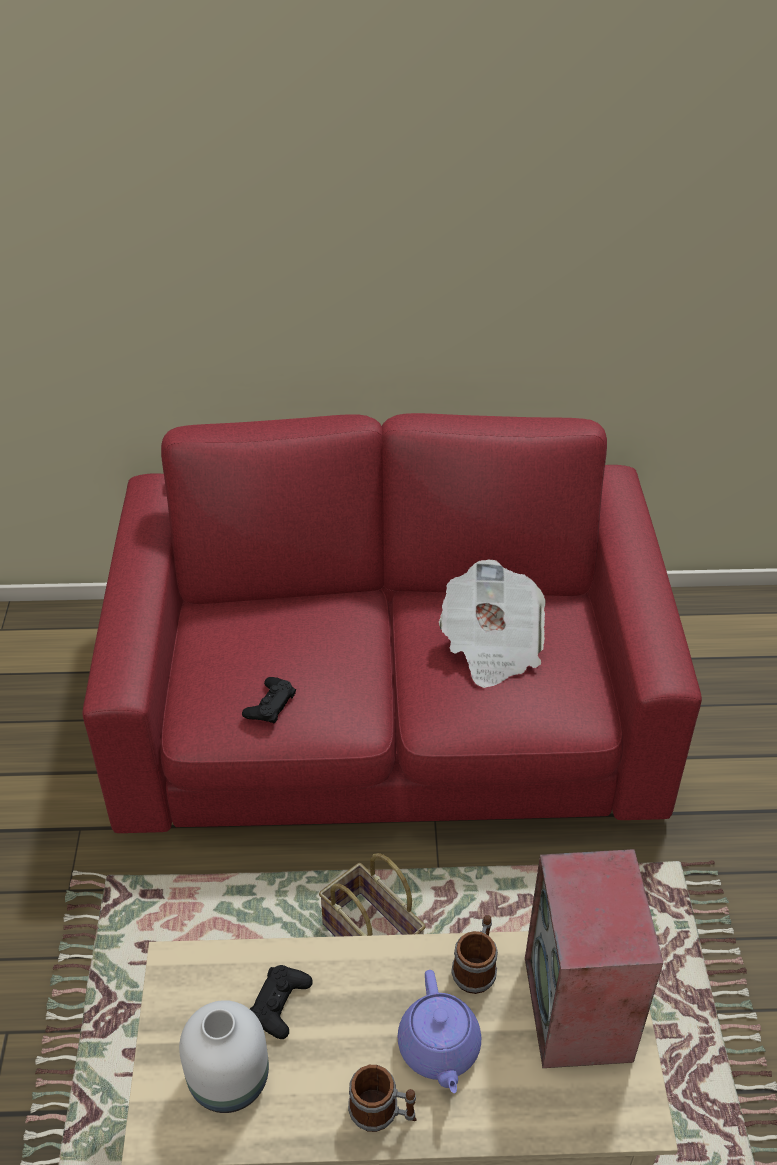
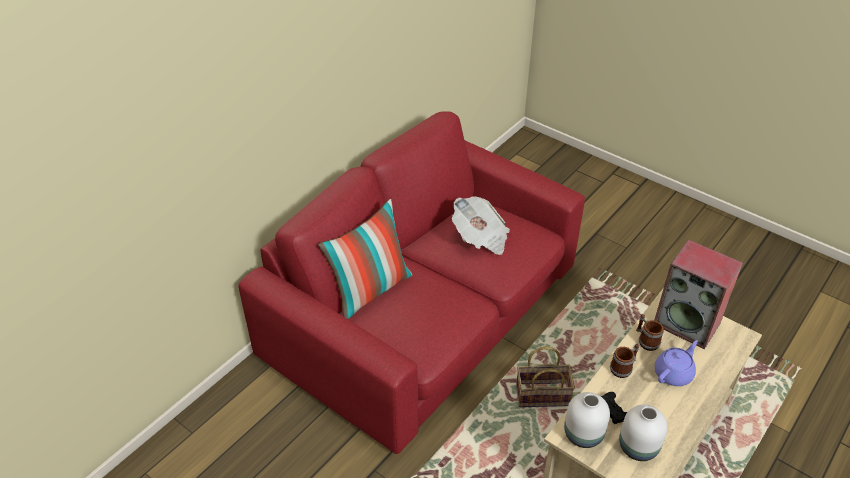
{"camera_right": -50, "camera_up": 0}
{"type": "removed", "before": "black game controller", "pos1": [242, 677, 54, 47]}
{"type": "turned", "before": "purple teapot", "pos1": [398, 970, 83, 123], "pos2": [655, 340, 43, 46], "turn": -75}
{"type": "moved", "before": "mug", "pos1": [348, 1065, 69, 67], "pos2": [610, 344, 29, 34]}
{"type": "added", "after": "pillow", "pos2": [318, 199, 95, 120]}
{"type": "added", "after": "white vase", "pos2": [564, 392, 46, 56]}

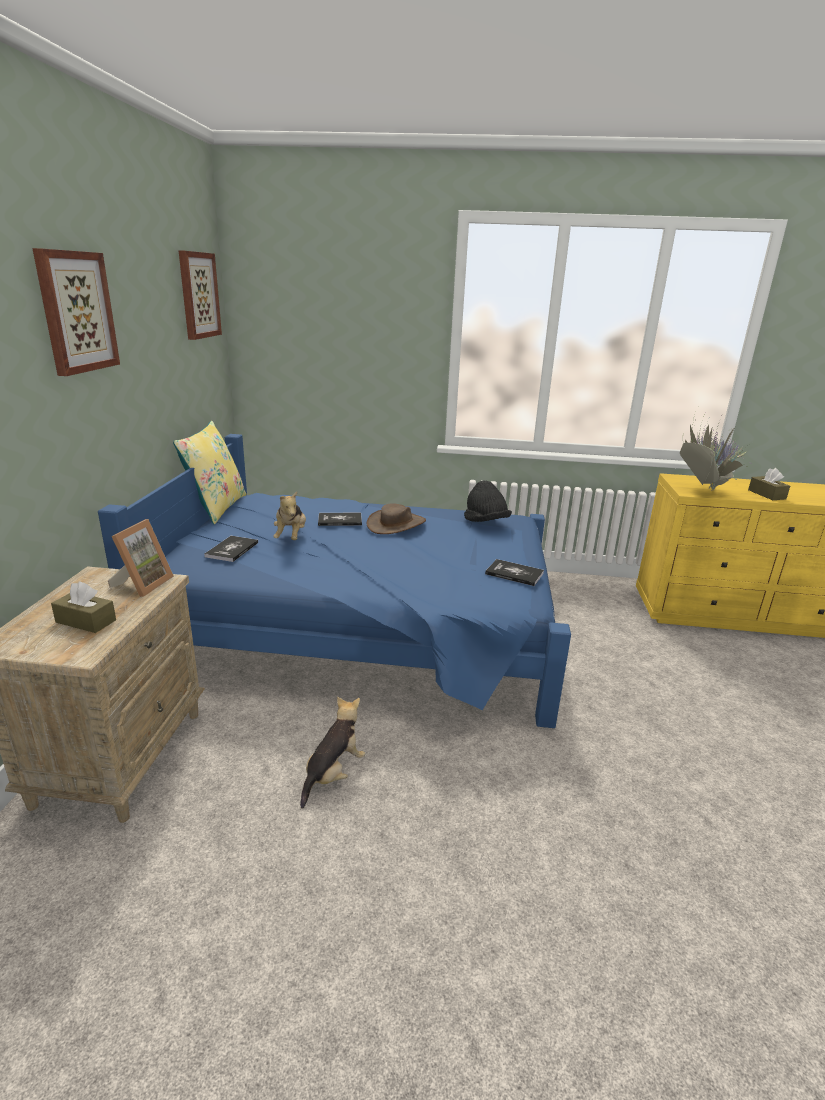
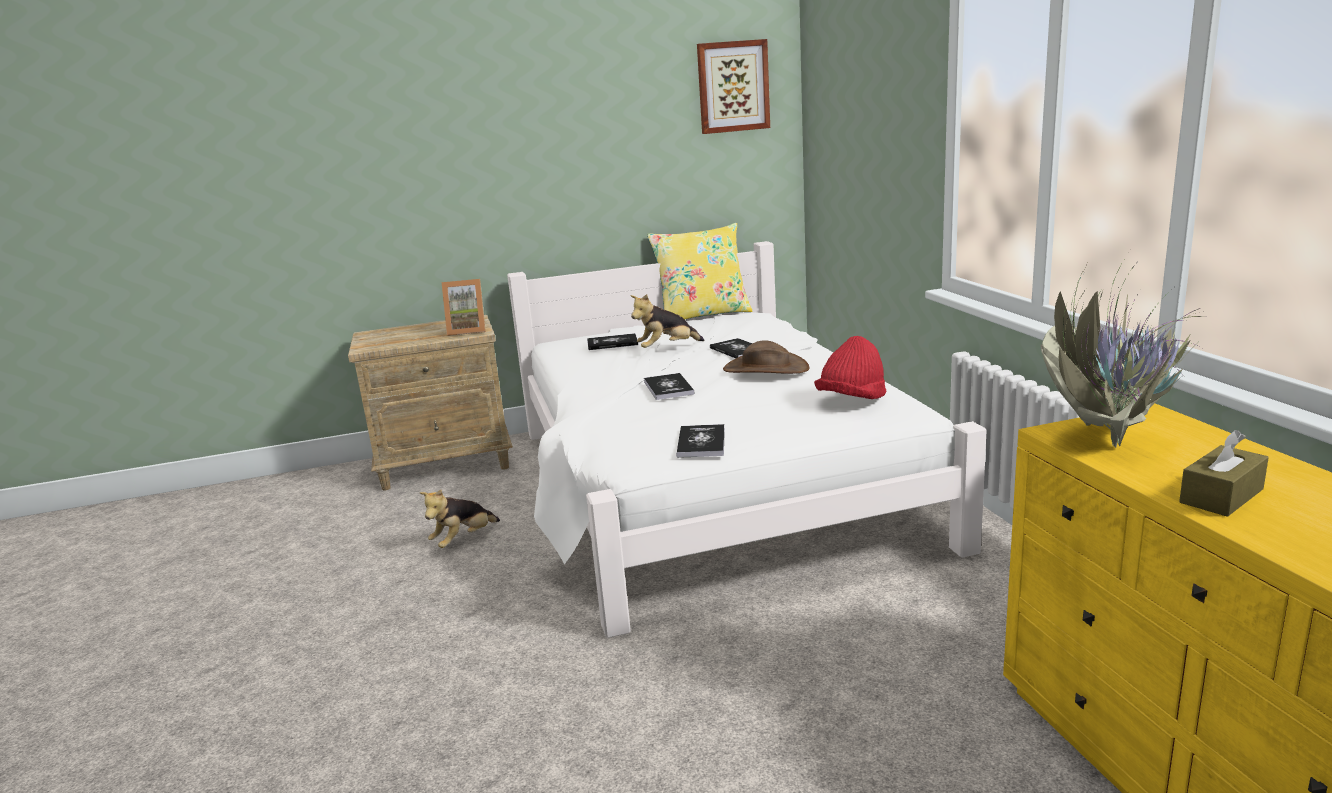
{"camera_right": 70, "camera_up": -5}
{"type": "removed", "before": "picture", "pos1": [32, 248, 88, 128]}
{"type": "recoloured", "before": "blue bed", "after": "white bed", "pos1": [98, 434, 473, 294], "pos2": [507, 241, 480, 397]}
{"type": "recoloured", "before": "black hat", "after": "red hat", "pos1": [464, 481, 48, 41], "pos2": [814, 336, 72, 63]}
{"type": "removed", "before": "brown tissue box", "pos1": [51, 581, 65, 52]}
{"type": "turned", "before": "plush toy", "pos1": [300, 697, 65, 112], "pos2": [420, 489, 80, 59], "turn": 120}
{"type": "added", "after": "book", "pos2": [644, 373, 51, 27]}

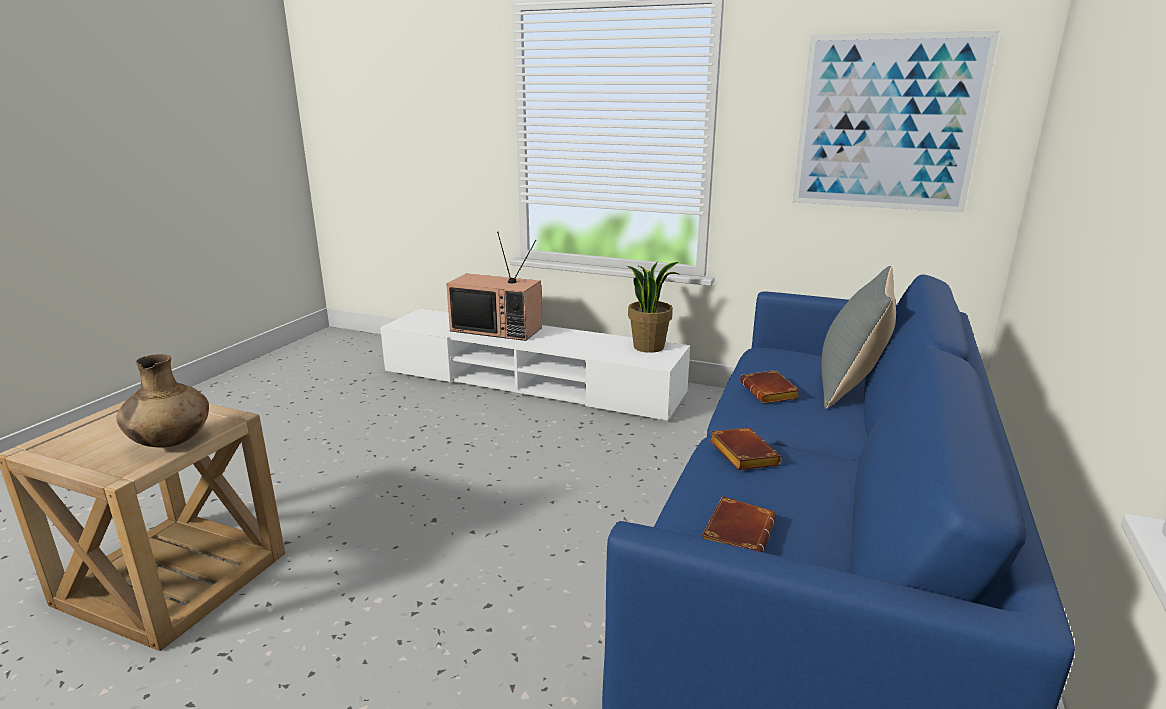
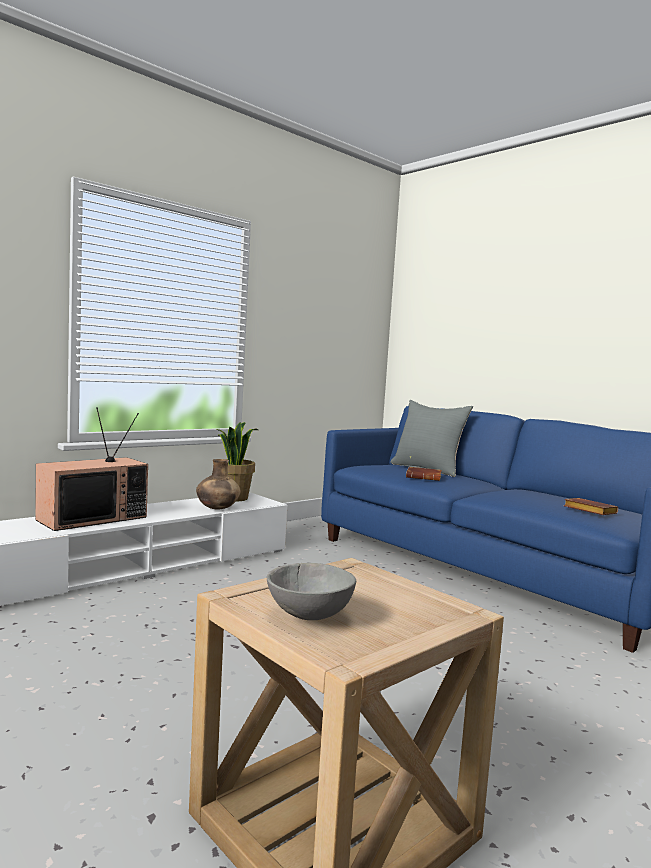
{"camera_right": -65, "camera_up": -15}
{"type": "removed", "before": "picture", "pos1": [793, 30, 206, 183]}
{"type": "moved", "before": "brown vase", "pos1": [116, 354, 93, 93], "pos2": [196, 459, 45, 51]}
{"type": "removed", "before": "brown book", "pos1": [709, 428, 73, 42]}
{"type": "added", "after": "grey bowl", "pos2": [267, 563, 89, 57]}

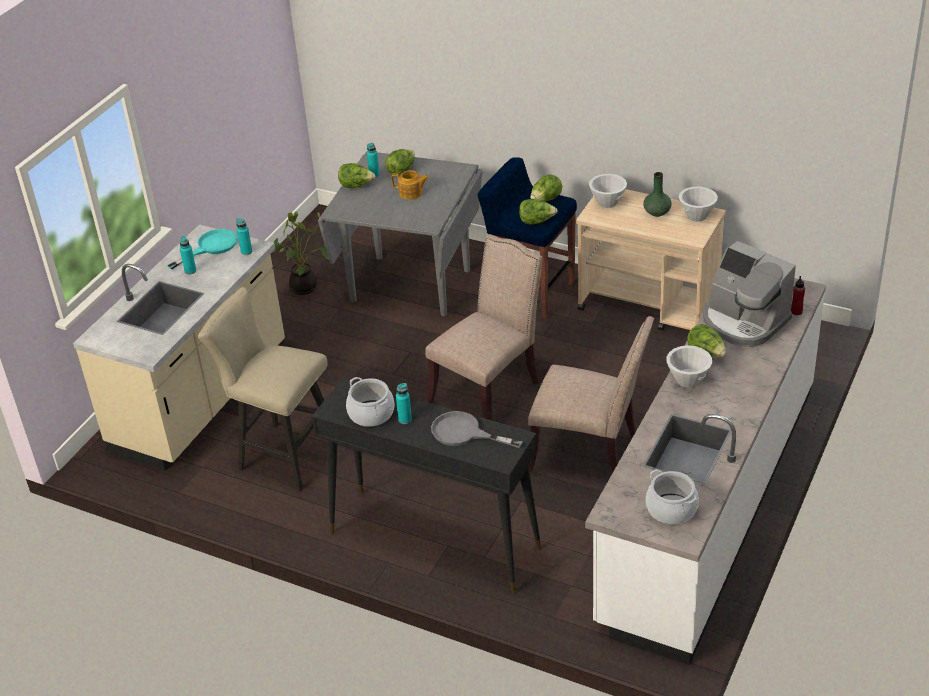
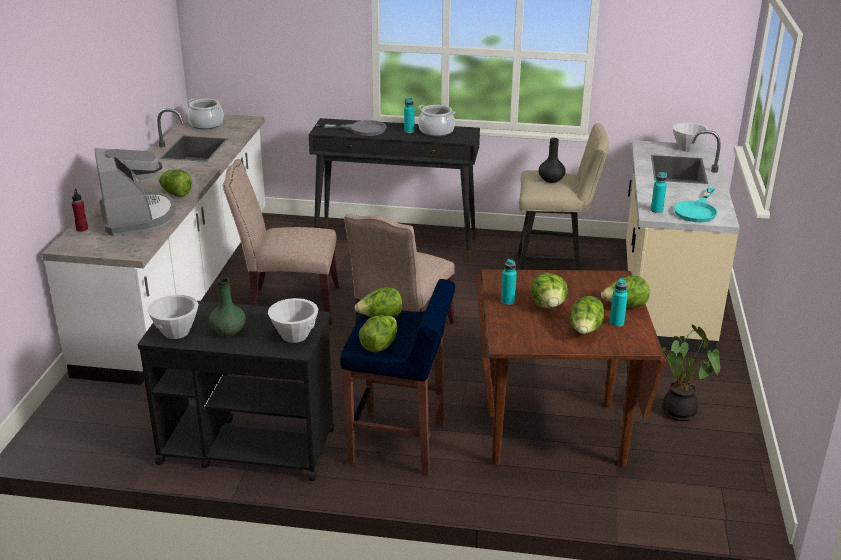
{"camera_right": 160, "camera_up": -10}
{"type": "recoloured", "before": "grey dining table", "after": "brown dining table", "pos1": [318, 151, 165, 165], "pos2": [476, 269, 190, 198]}
{"type": "replaced", "before": "teapot", "after": "lettuce", "pos1": [392, 170, 37, 30], "pos2": [531, 272, 37, 37]}
{"type": "recoloured", "before": "beige cart", "after": "black cart", "pos1": [576, 189, 150, 141], "pos2": [138, 301, 196, 180]}
{"type": "moved", "before": "turquoise bottle", "pos1": [180, 236, 16, 38], "pos2": [501, 259, 16, 46]}
{"type": "turned", "before": "coffee machine", "pos1": [703, 241, 93, 106], "pos2": [94, 148, 81, 88], "turn": 45}
{"type": "moved", "before": "white bowl", "pos1": [666, 345, 46, 43], "pos2": [672, 122, 37, 30]}
{"type": "added", "after": "black vase", "pos2": [539, 138, 27, 45]}

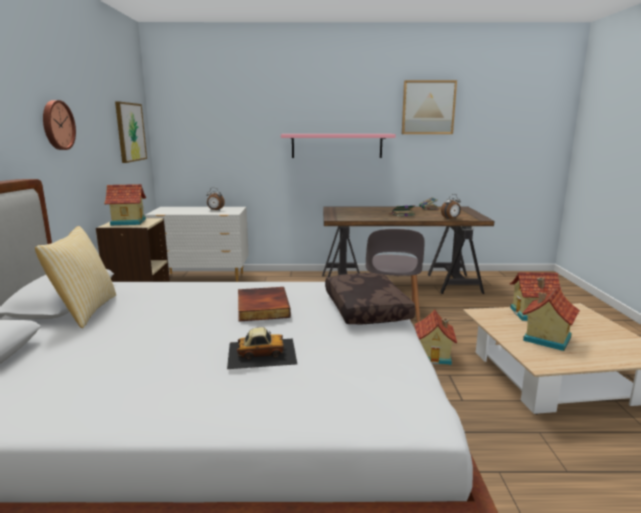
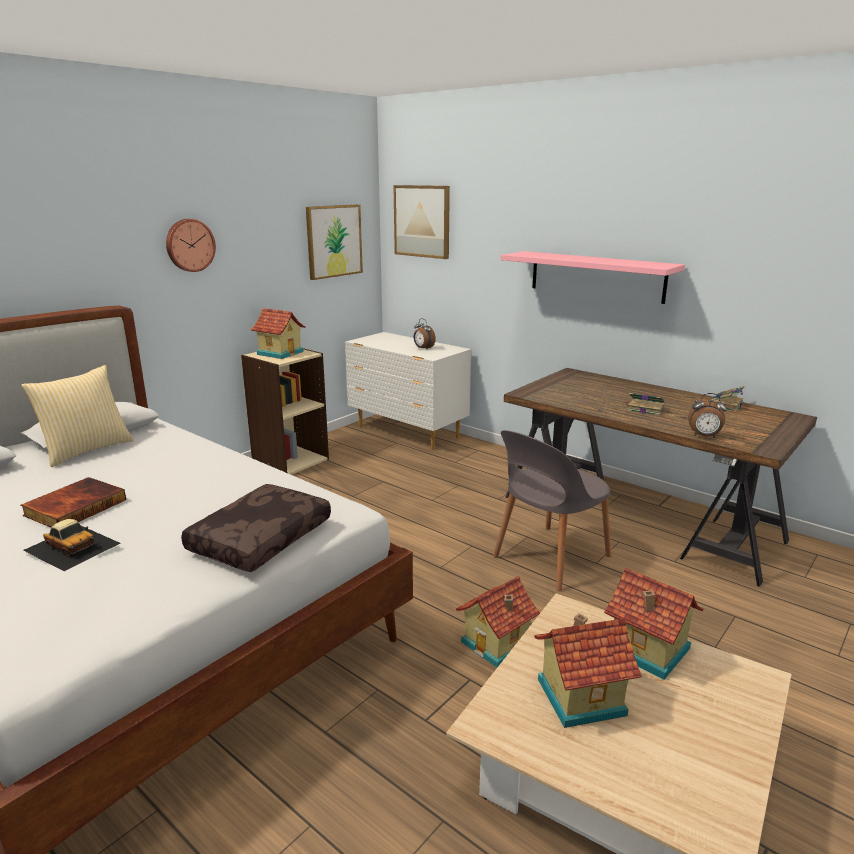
{"camera_right": 40, "camera_up": 5}
{"type": "moved", "before": "picture", "pos1": [402, 80, 55, 54], "pos2": [393, 185, 57, 74]}
{"type": "moved", "before": "book", "pos1": [238, 287, 53, 34], "pos2": [20, 477, 106, 50]}

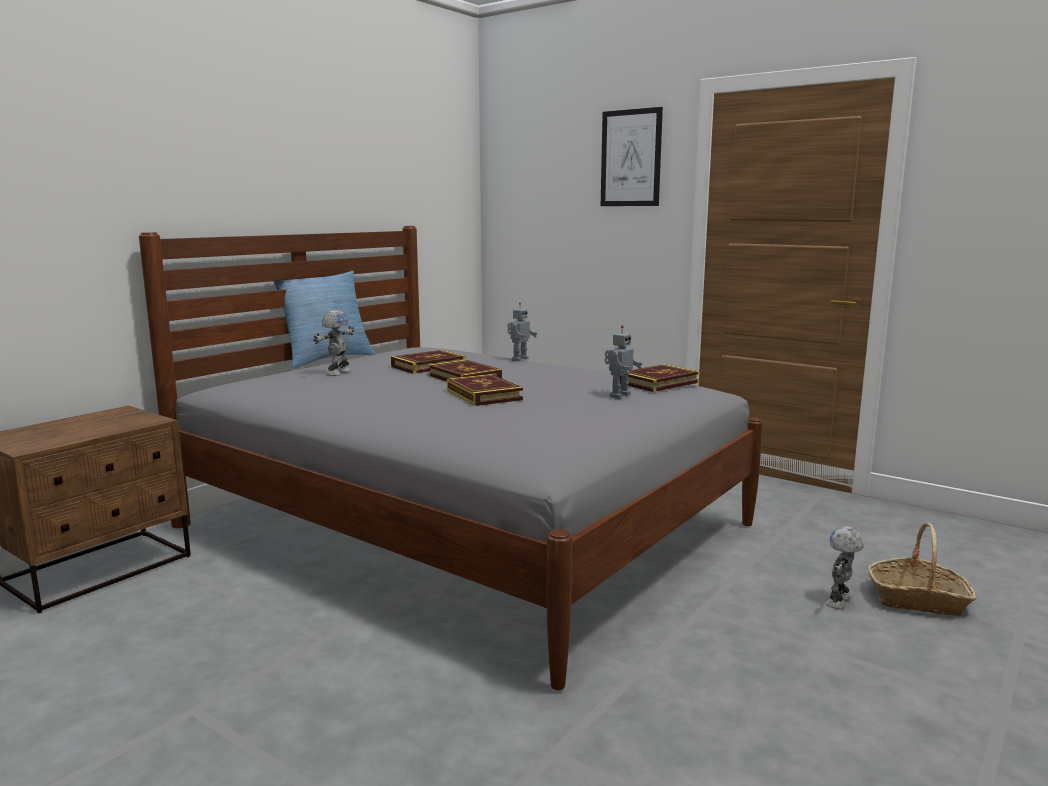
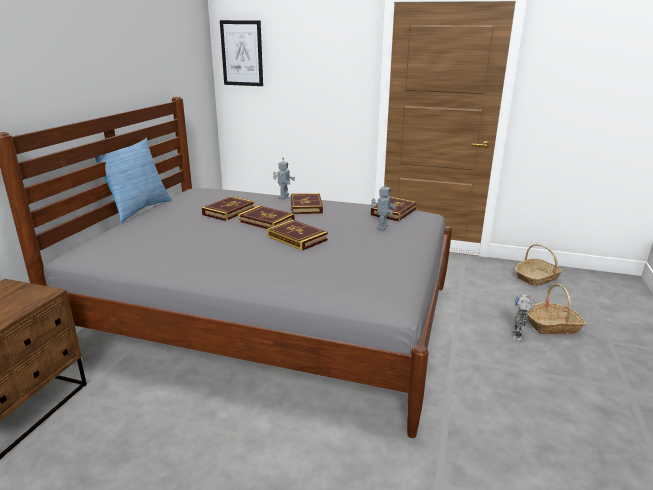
{"camera_right": -20, "camera_up": 10}
{"type": "moved", "before": "picture", "pos1": [601, 107, 62, 99], "pos2": [220, 20, 43, 66]}
{"type": "removed", "before": "toy robot", "pos1": [313, 310, 41, 66]}
{"type": "added", "after": "book", "pos2": [291, 193, 32, 21]}
{"type": "added", "after": "basket", "pos2": [515, 244, 47, 42]}

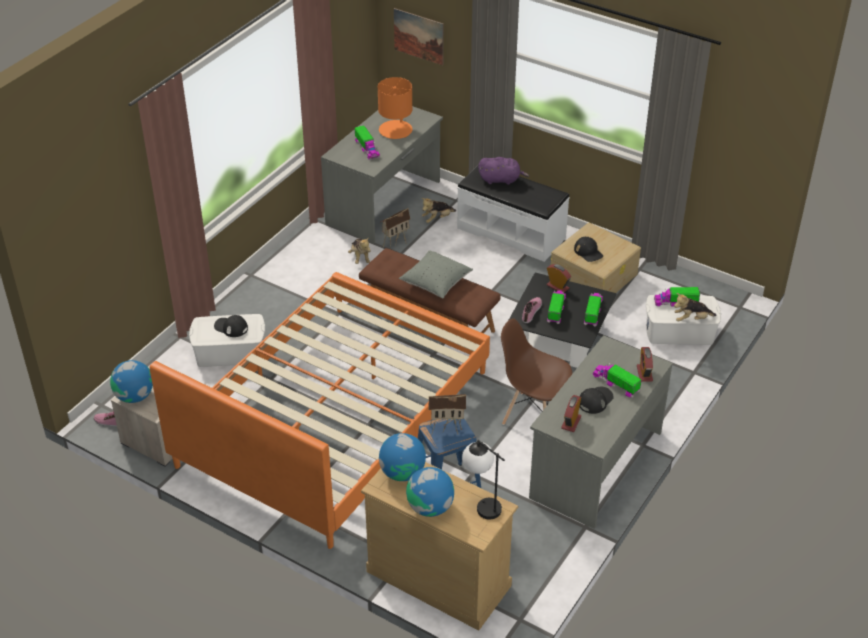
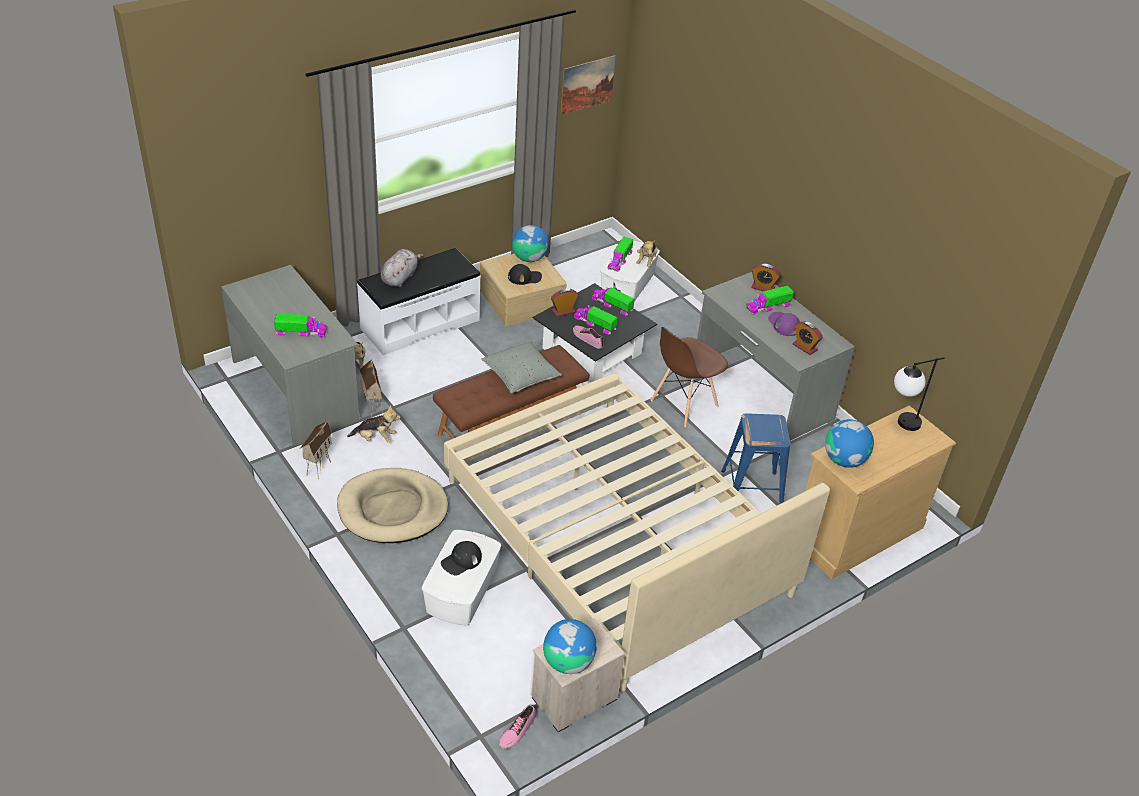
{"camera_right": -70, "camera_up": 0}
{"type": "moved", "before": "picture", "pos1": [394, 8, 50, 57], "pos2": [561, 55, 55, 60]}
{"type": "removed", "before": "orange table lamp", "pos1": [378, 77, 34, 62]}
{"type": "recoloured", "before": "purple plush toy", "after": "grey plush toy", "pos1": [478, 157, 51, 28], "pos2": [381, 249, 42, 38]}
{"type": "recoloured", "before": "orange bed", "after": "beige bed", "pos1": [149, 272, 341, 277], "pos2": [444, 373, 386, 318]}
{"type": "recoloured", "before": "black cap", "after": "purple cap", "pos1": [580, 387, 34, 27], "pos2": [768, 312, 32, 24]}
{"type": "moved", "before": "toy house", "pos1": [428, 394, 38, 42], "pos2": [300, 421, 32, 58]}
{"type": "moved", "before": "globe", "pos1": [406, 467, 48, 50], "pos2": [512, 225, 36, 37]}
{"type": "added", "after": "beige dog bed", "pos2": [337, 468, 111, 75]}

